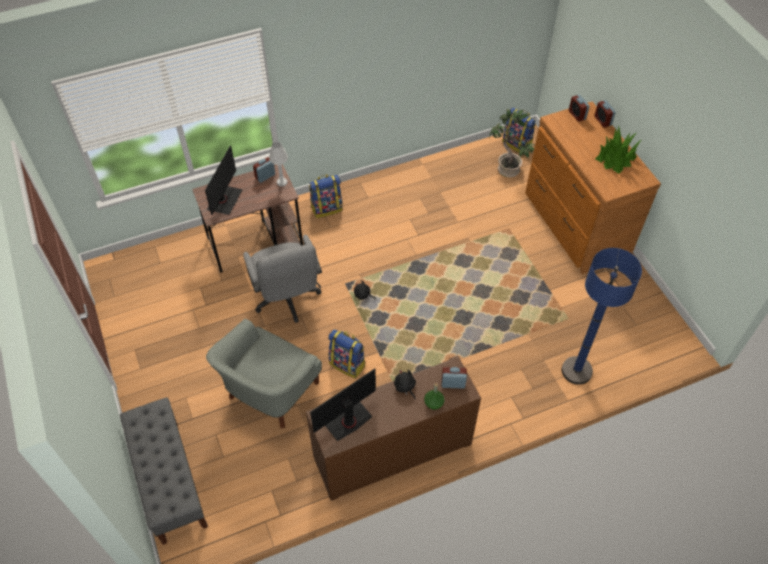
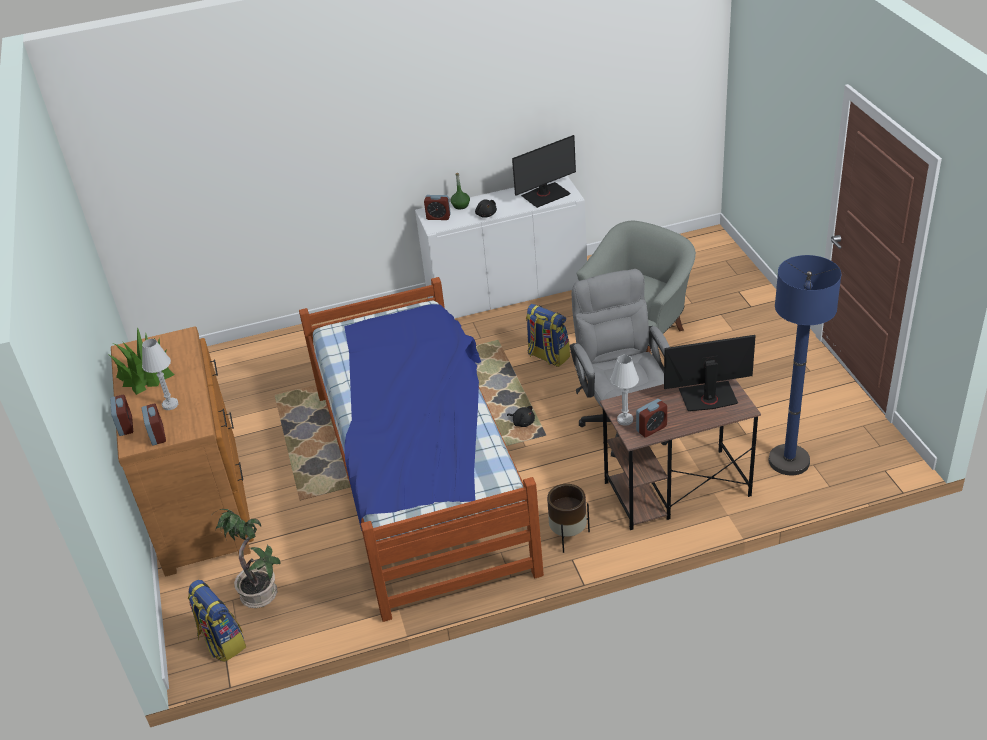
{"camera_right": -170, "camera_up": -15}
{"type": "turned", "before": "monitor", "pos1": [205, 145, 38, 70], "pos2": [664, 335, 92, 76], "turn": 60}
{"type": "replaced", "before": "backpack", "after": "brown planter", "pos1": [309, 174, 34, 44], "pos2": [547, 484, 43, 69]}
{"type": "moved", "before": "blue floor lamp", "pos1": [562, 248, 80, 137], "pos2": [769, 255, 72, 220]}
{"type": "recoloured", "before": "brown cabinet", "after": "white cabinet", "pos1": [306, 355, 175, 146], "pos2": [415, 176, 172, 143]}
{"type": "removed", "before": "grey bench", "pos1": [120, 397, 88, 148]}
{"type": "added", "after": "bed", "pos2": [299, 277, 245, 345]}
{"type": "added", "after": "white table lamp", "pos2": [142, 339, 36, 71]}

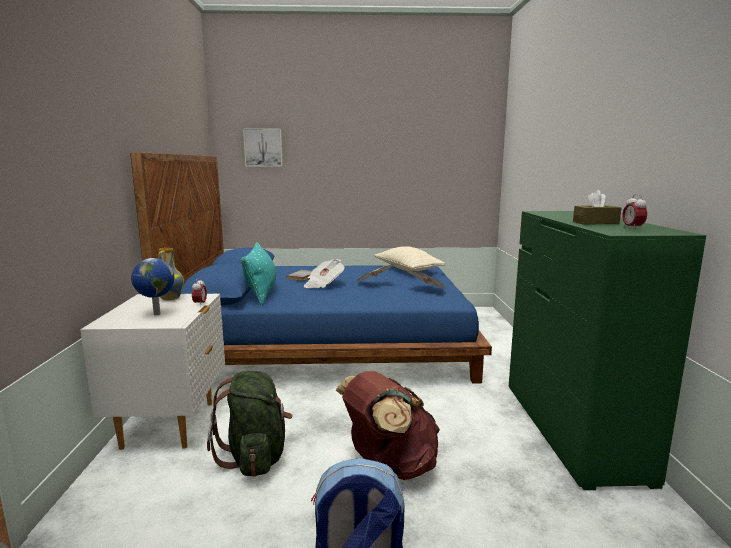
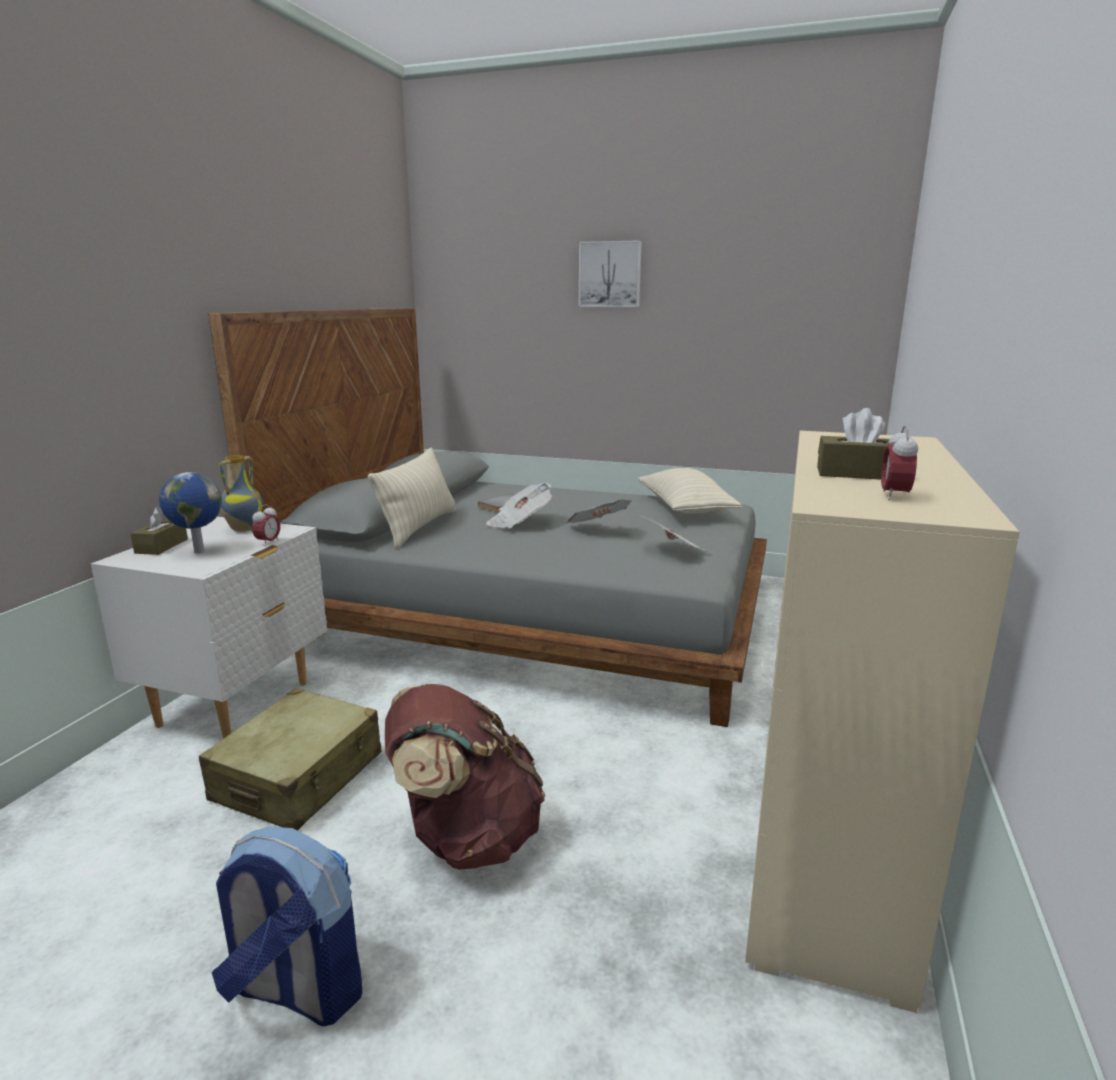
{"camera_right": 20, "camera_up": 5}
{"type": "moved", "before": "picture", "pos1": [243, 128, 40, 39], "pos2": [579, 240, 63, 67]}
{"type": "recoloured", "before": "blue bed", "after": "grey bed", "pos1": [130, 152, 362, 231], "pos2": [209, 308, 558, 419]}
{"type": "recoloured", "before": "green dresser", "after": "beige dresser", "pos1": [509, 211, 197, 279], "pos2": [745, 431, 274, 582]}
{"type": "recoloured", "before": "turquoise pillow", "after": "beige pillow", "pos1": [241, 242, 36, 63], "pos2": [368, 447, 88, 102]}
{"type": "replaced", "before": "green backpack", "after": "beige suitcase", "pos1": [207, 371, 86, 106], "pos2": [199, 688, 182, 143]}
{"type": "added", "after": "brown tissue box", "pos2": [130, 506, 58, 49]}

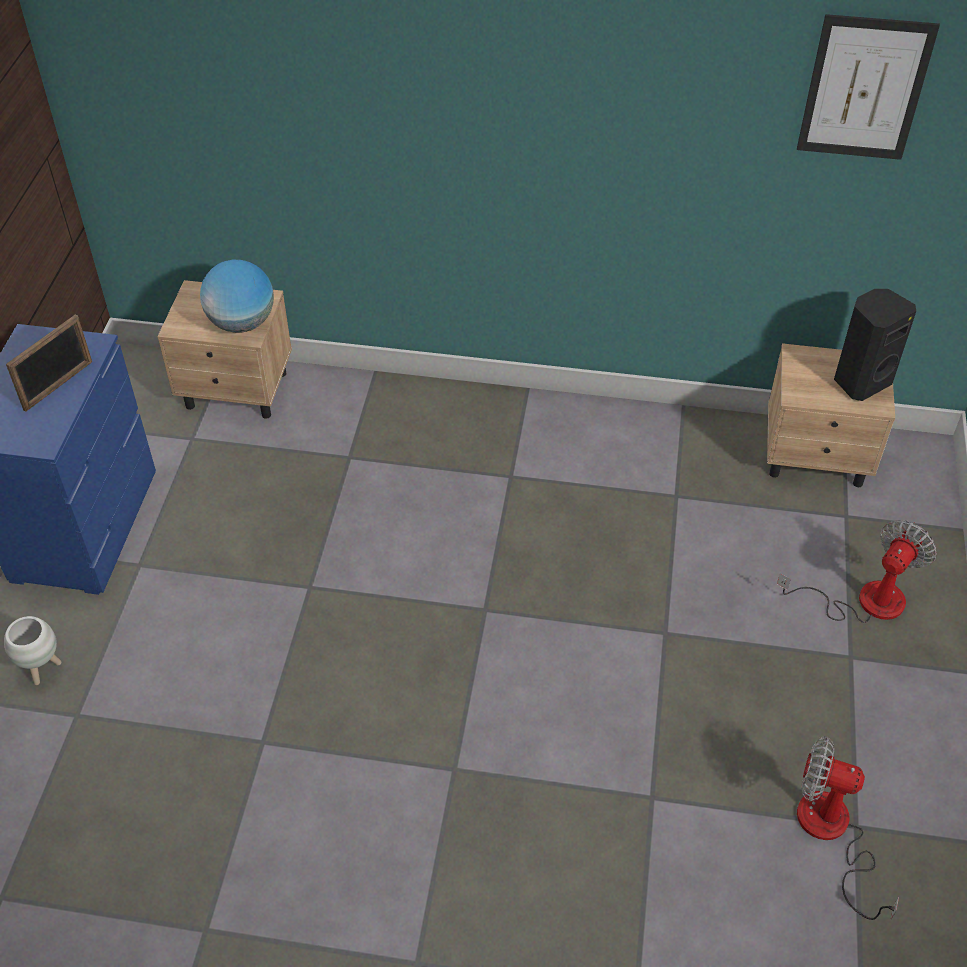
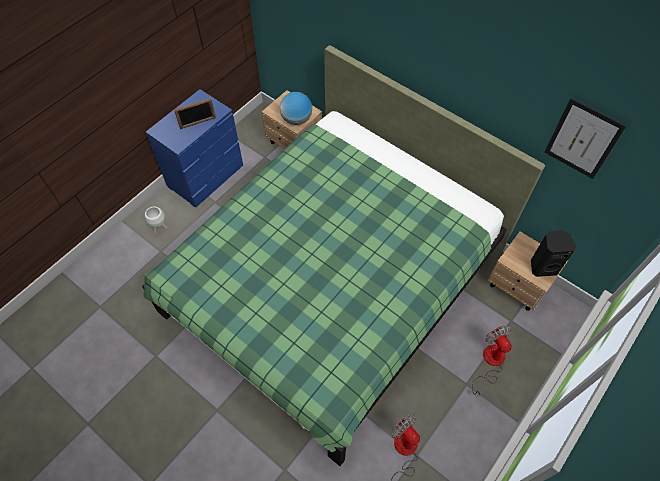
{"camera_right": 30, "camera_up": 10}
{"type": "turned", "before": "fan", "pos1": [777, 520, 160, 103], "pos2": [472, 326, 40, 71], "turn": -90}
{"type": "added", "after": "green bed", "pos2": [142, 45, 403, 421]}

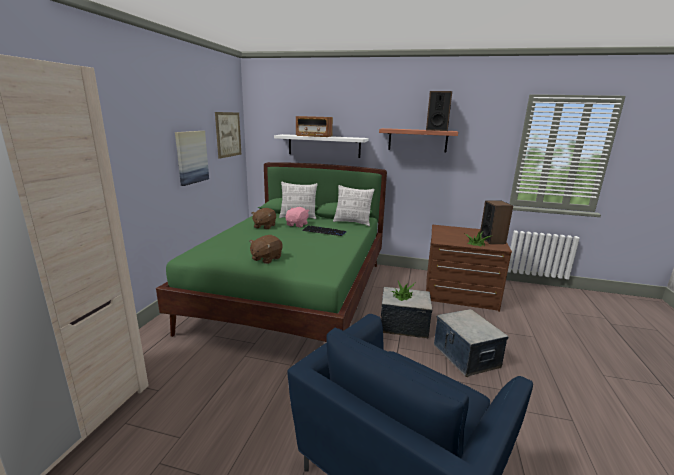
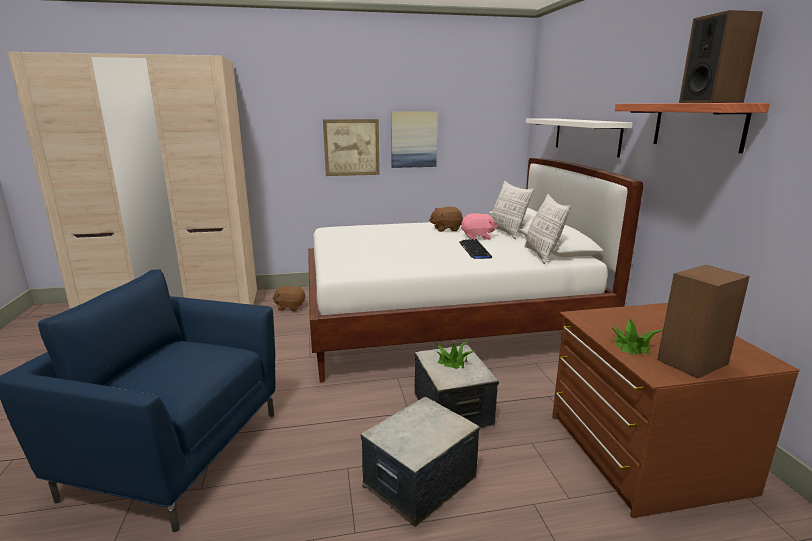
{"camera_right": 65, "camera_up": 0}
{"type": "moved", "before": "picture", "pos1": [215, 112, 26, 47], "pos2": [323, 119, 57, 57]}
{"type": "removed", "before": "radio", "pos1": [296, 116, 37, 21]}
{"type": "recoloured", "before": "green bed", "after": "white bed", "pos1": [156, 162, 231, 180], "pos2": [308, 158, 335, 225]}
{"type": "moved", "before": "brown plush toy", "pos1": [249, 235, 34, 29], "pos2": [273, 286, 32, 25]}

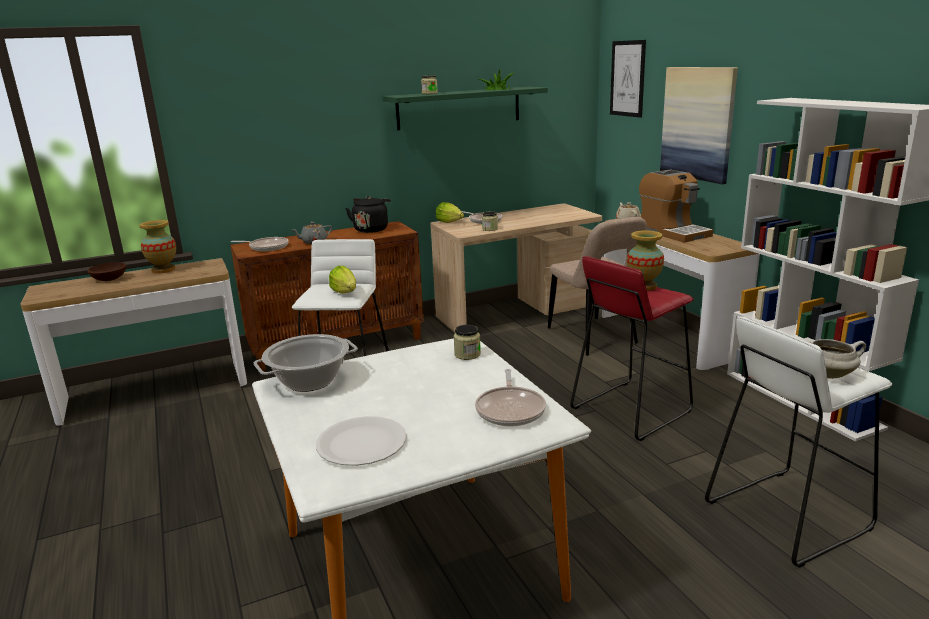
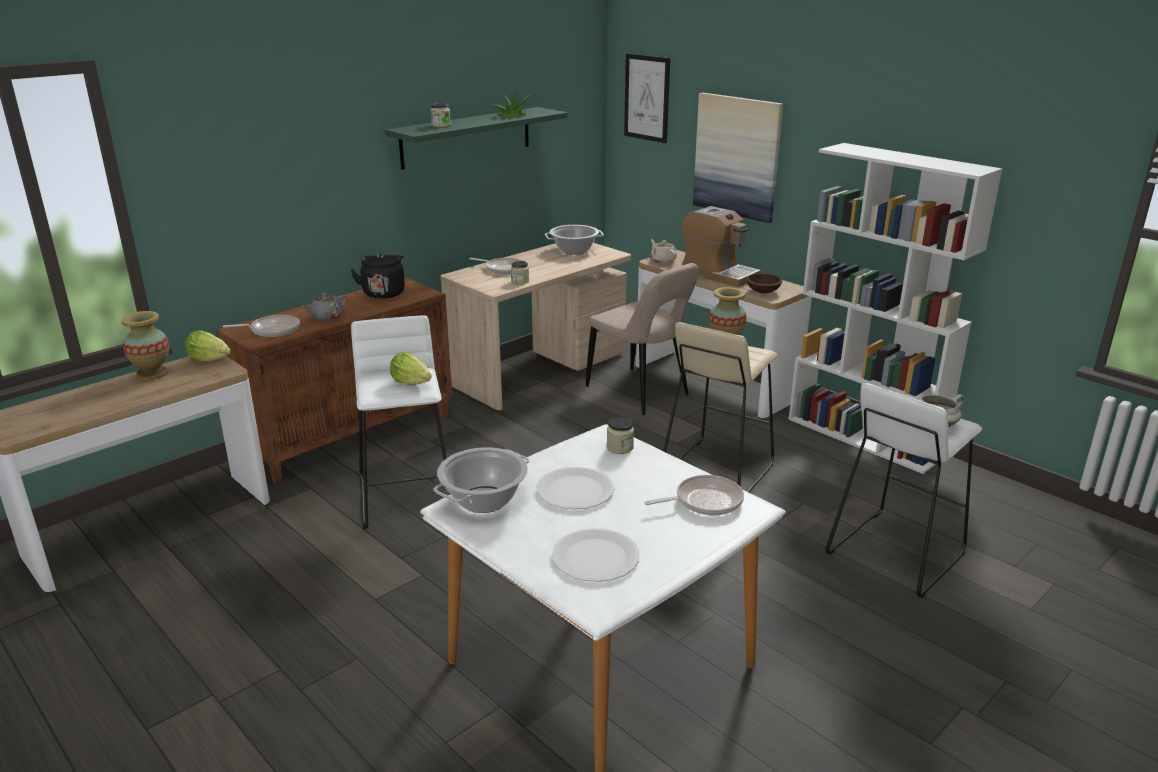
{"camera_right": -20, "camera_up": 5}
{"type": "moved", "before": "lettuce", "pos1": [436, 202, 28, 21], "pos2": [185, 330, 46, 32]}
{"type": "recoloured", "before": "red stool", "after": "beige stool", "pos1": [570, 256, 124, 185], "pos2": [663, 322, 114, 170]}
{"type": "moved", "before": "brown bowl", "pos1": [87, 262, 39, 19], "pos2": [746, 274, 36, 19]}
{"type": "turned", "before": "frying pan", "pos1": [475, 369, 71, 58], "pos2": [645, 475, 99, 40], "turn": -90}
{"type": "added", "after": "cooking pot", "pos2": [545, 225, 59, 30]}
{"type": "added", "after": "white plate", "pos2": [536, 467, 79, 43]}

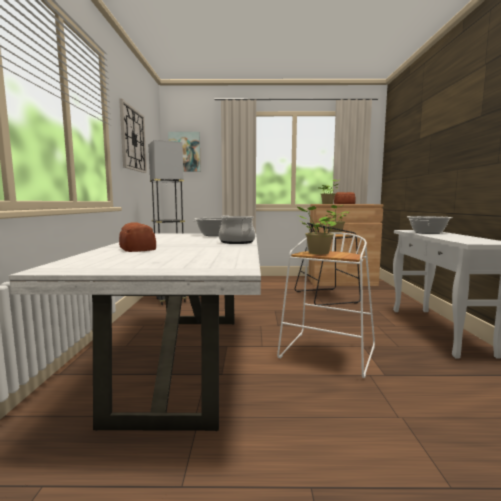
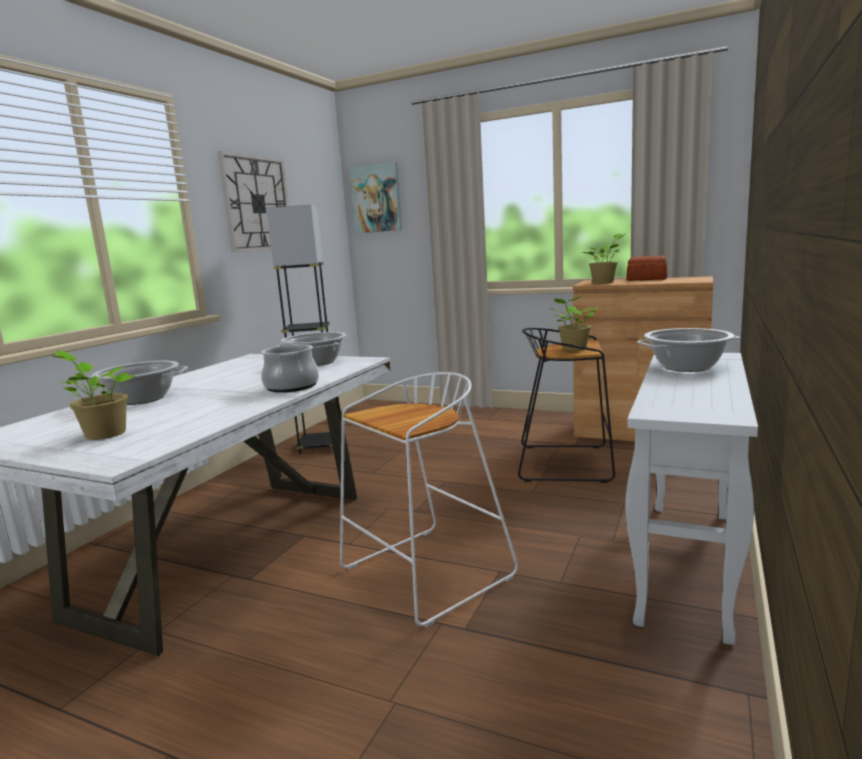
{"camera_right": 25, "camera_up": 5}
{"type": "moved", "before": "potted plant", "pos1": [296, 206, 41, 48], "pos2": [51, 350, 84, 90]}
{"type": "replaced", "before": "bread", "after": "cooking pot", "pos1": [119, 222, 37, 30], "pos2": [84, 361, 104, 44]}

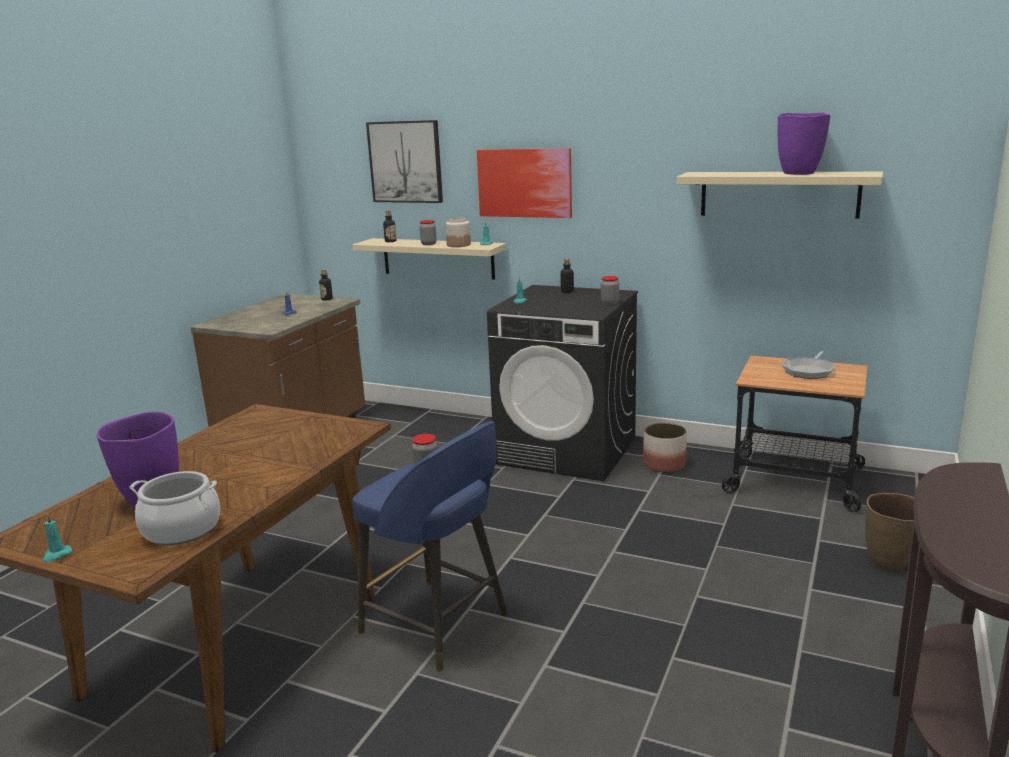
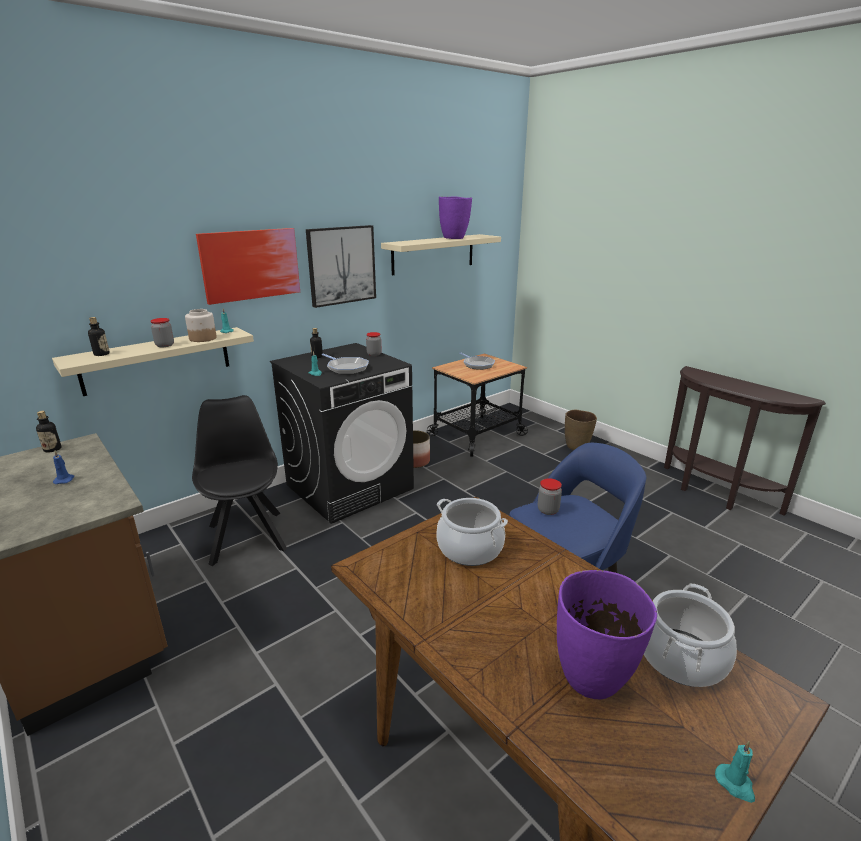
{"camera_right": -65, "camera_up": 5}
{"type": "moved", "before": "picture", "pos1": [366, 120, 77, 83], "pos2": [306, 225, 70, 83]}
{"type": "added", "after": "frying pan", "pos2": [322, 354, 47, 20]}
{"type": "added", "after": "black chair", "pos2": [192, 395, 95, 171]}
{"type": "added", "after": "cooking pot", "pos2": [436, 498, 72, 68]}

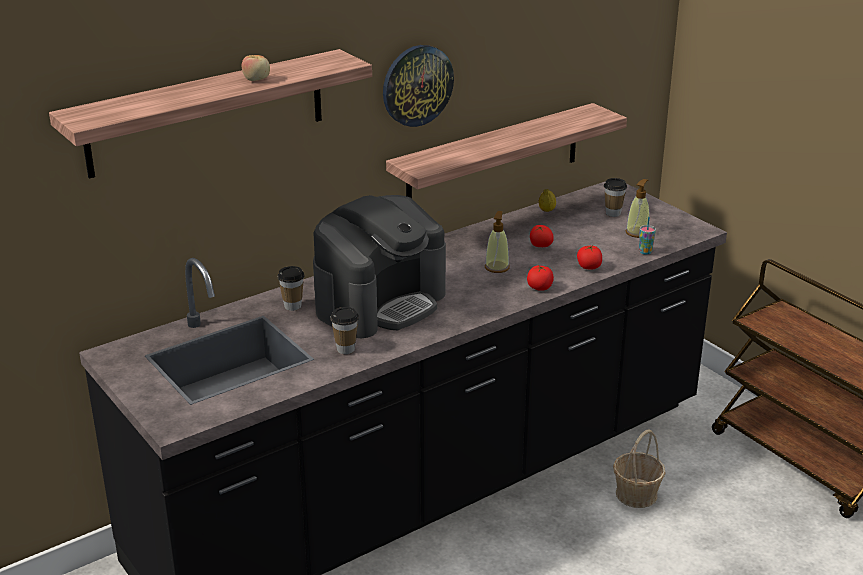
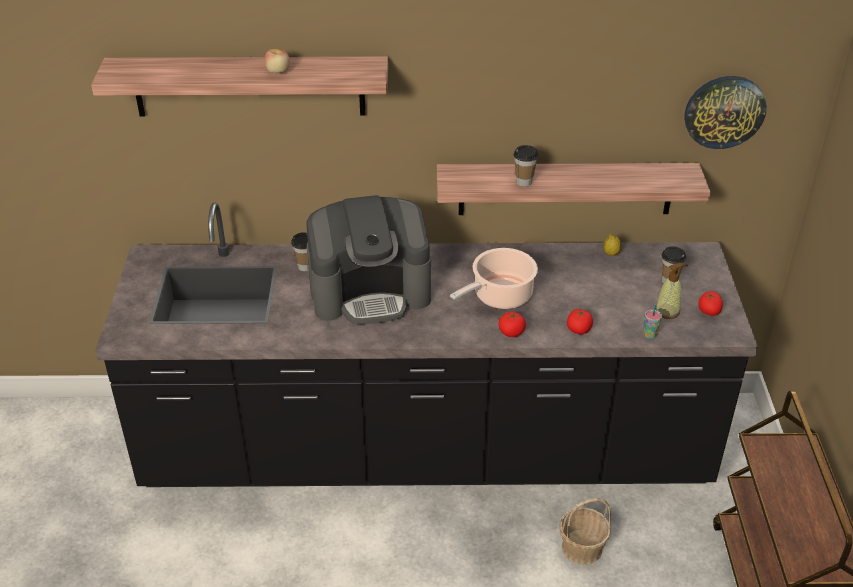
{"camera_right": 35, "camera_up": 10}
{"type": "moved", "before": "wall clock", "pos1": [383, 45, 71, 82], "pos2": [684, 76, 83, 73]}
{"type": "replaced", "before": "soap dispenser", "after": "cooking pot", "pos1": [485, 211, 25, 62], "pos2": [450, 248, 88, 61]}
{"type": "moved", "before": "tomato", "pos1": [530, 225, 24, 22], "pos2": [698, 291, 25, 25]}
{"type": "moved", "before": "cup", "pos1": [330, 307, 29, 47], "pos2": [513, 145, 26, 42]}

